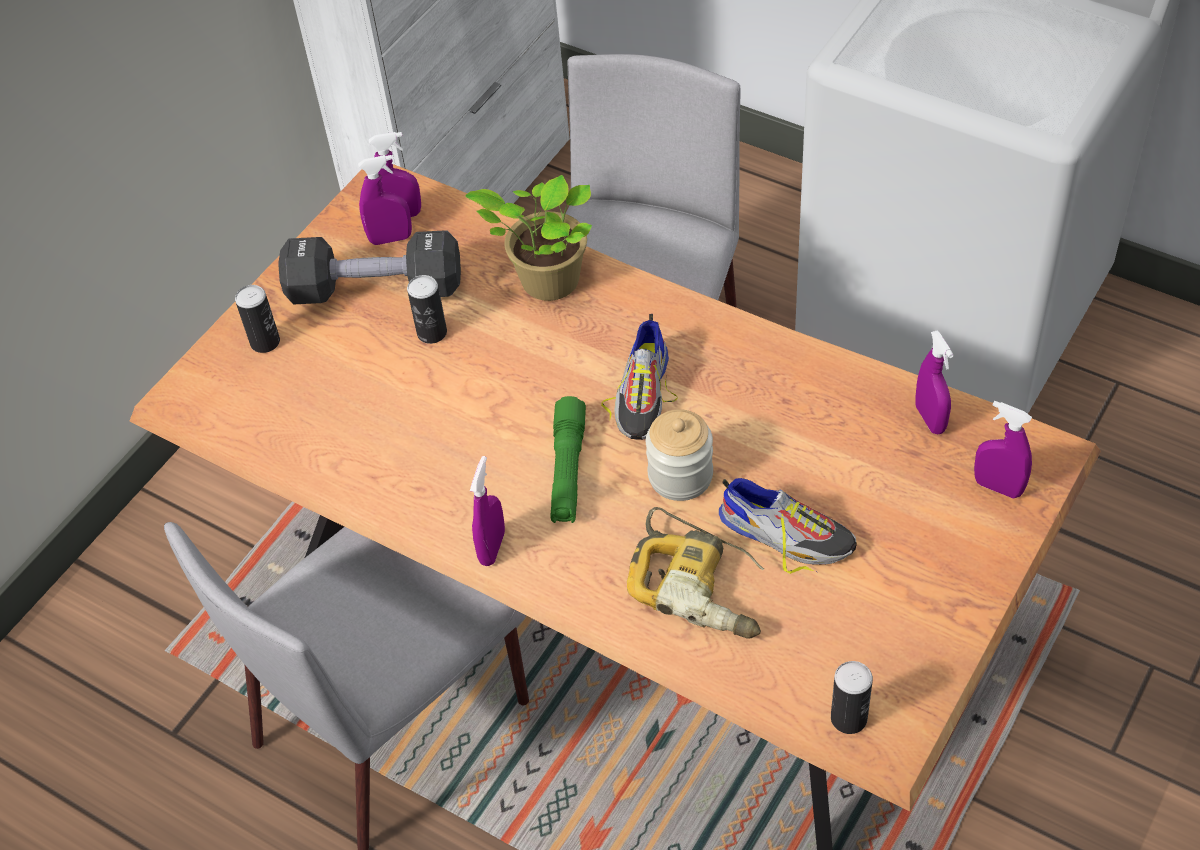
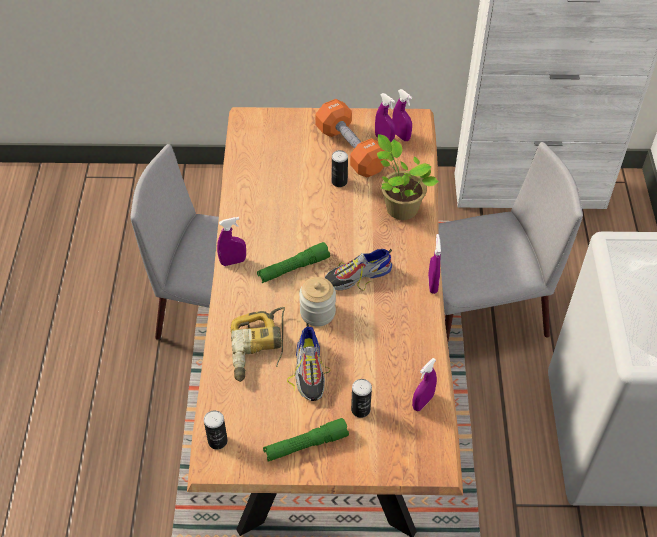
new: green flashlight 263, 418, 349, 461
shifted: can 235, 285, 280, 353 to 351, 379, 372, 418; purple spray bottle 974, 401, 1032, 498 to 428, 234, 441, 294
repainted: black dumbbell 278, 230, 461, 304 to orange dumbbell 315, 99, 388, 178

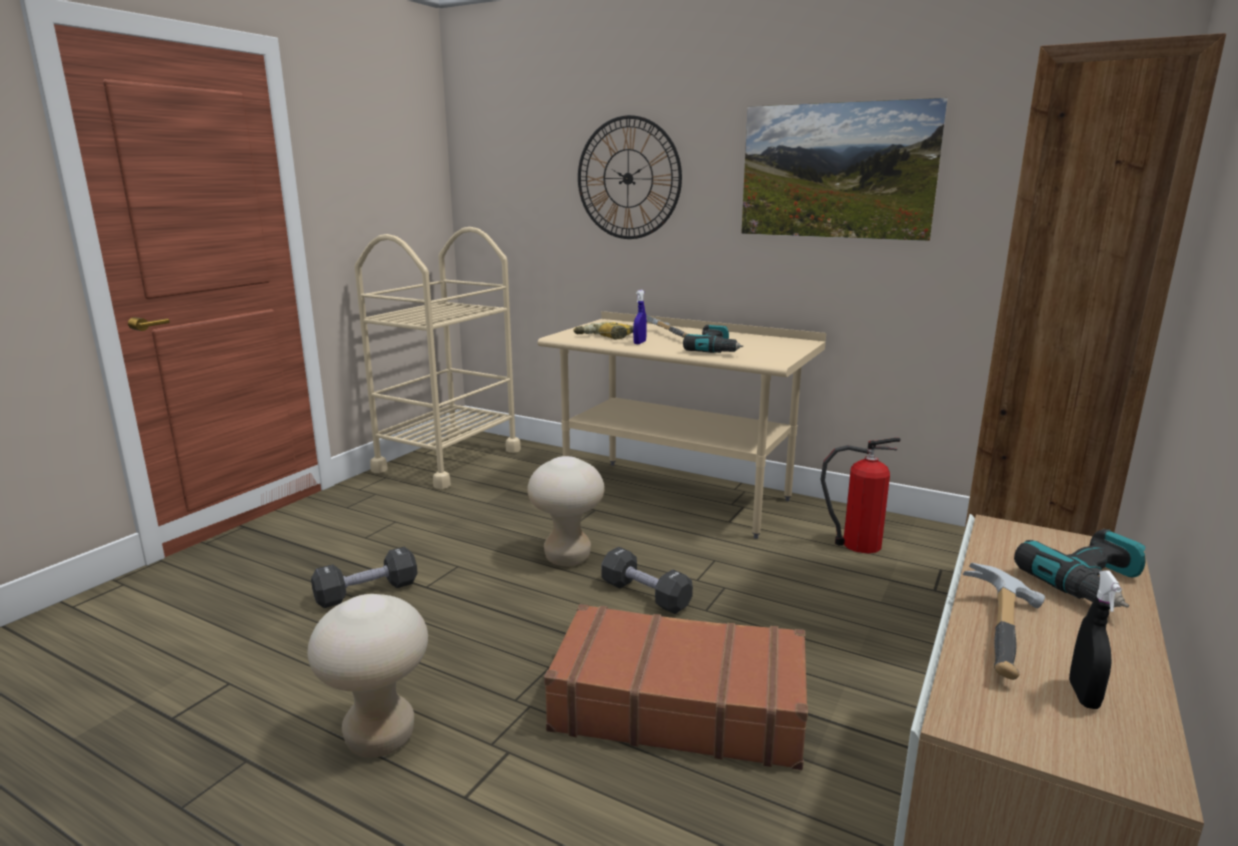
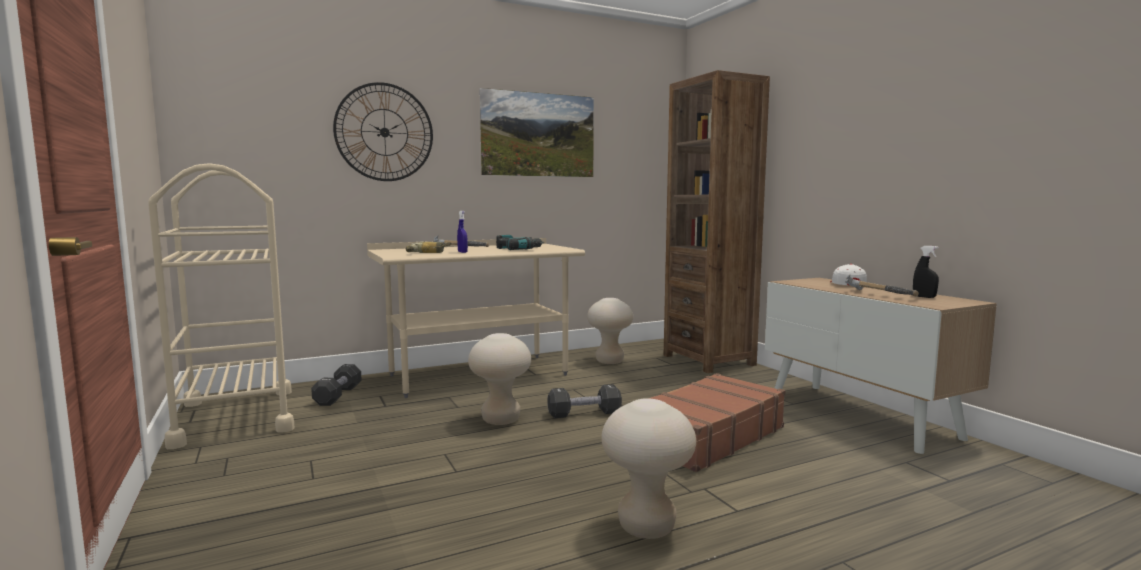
shifted: black dumbbell 311, 547, 417, 608 to 311, 364, 362, 406
swapped: fire extinguisher 820, 438, 901, 554 to beige stool 587, 298, 633, 364; power drill 1014, 529, 1146, 608 to white cap 830, 264, 867, 285

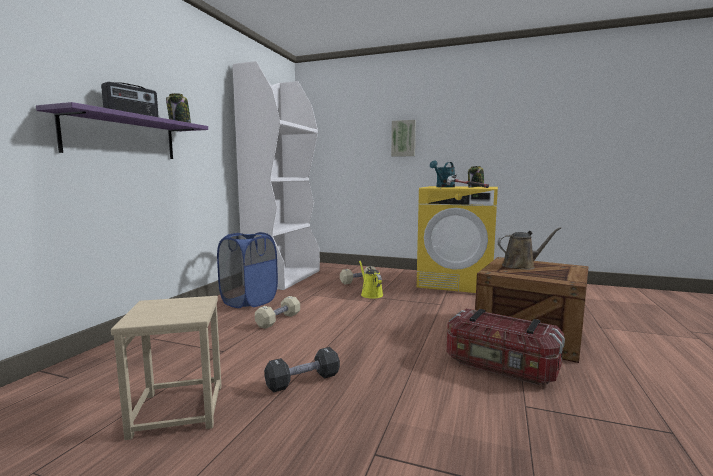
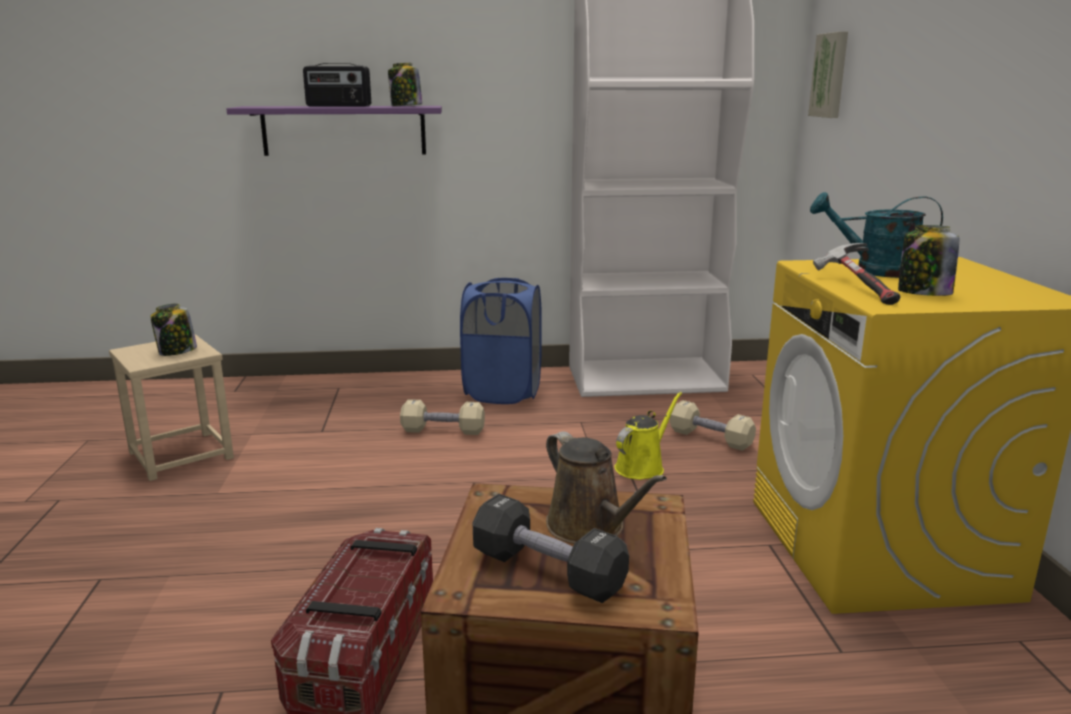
new: jar 150, 303, 197, 356
shifted: picture 391, 120, 416, 157 to 808, 31, 848, 118; black dumbbell 264, 347, 340, 392 to 473, 494, 629, 603

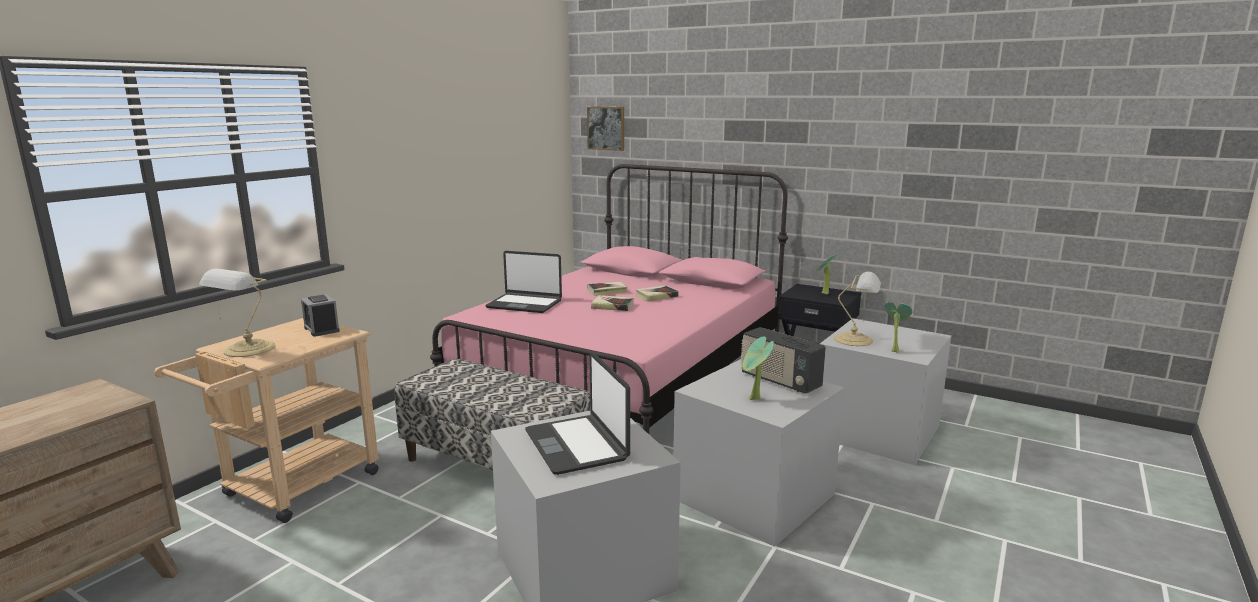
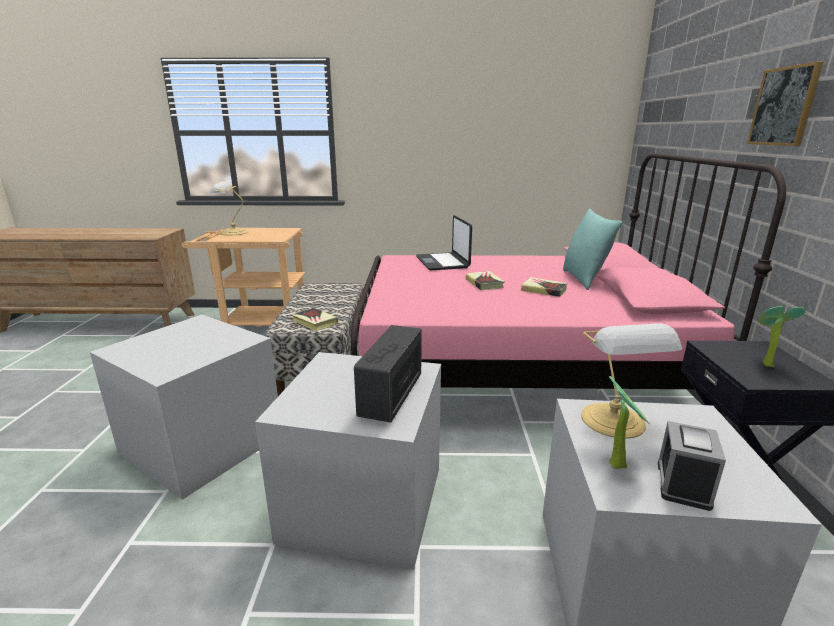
gone: potted plant 743, 337, 774, 400; laptop 525, 352, 630, 475
new: turquoise pillow 563, 209, 623, 290
shifted: picture 587, 107, 624, 151 to 747, 61, 824, 146; book 588, 282, 627, 296 to 292, 308, 338, 331; alarm clock 301, 295, 340, 337 to 658, 421, 726, 511

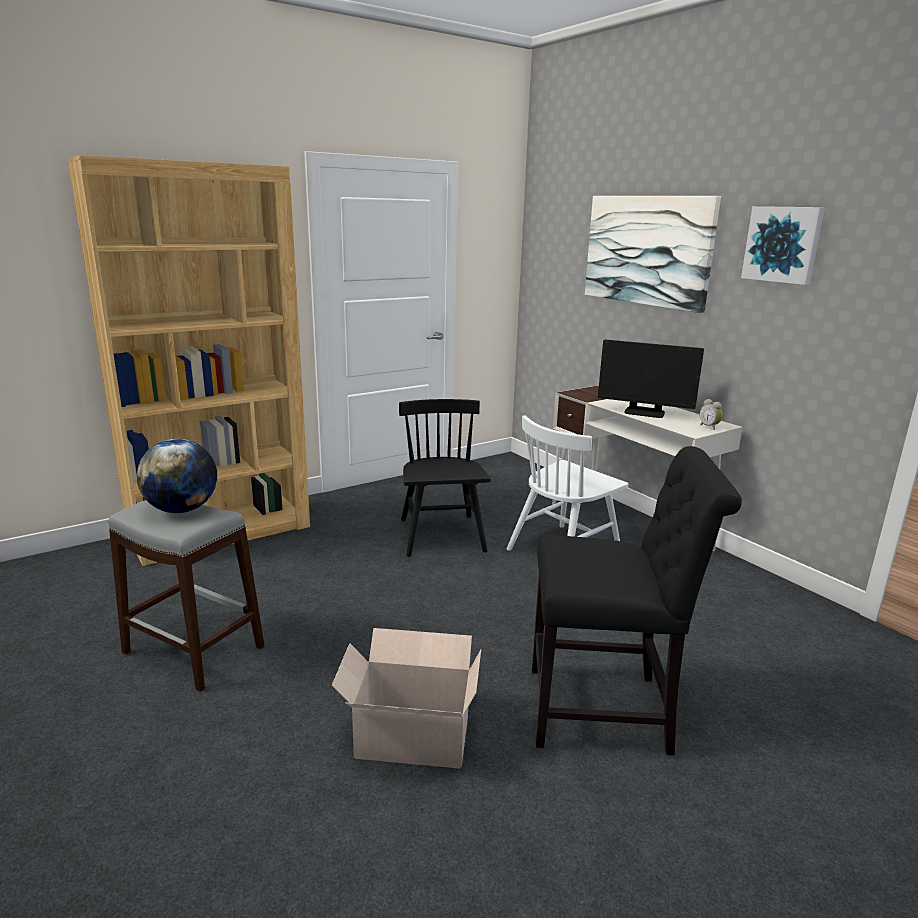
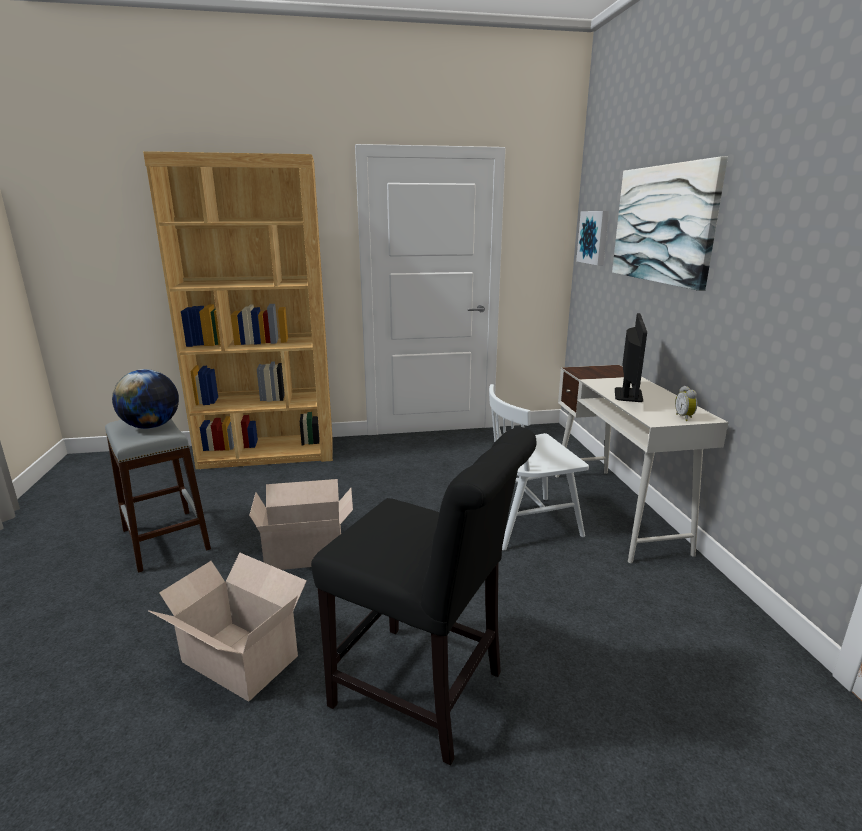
gone: black chair 399, 399, 491, 557
new: cardboard box 249, 479, 353, 570
shifted: picture 741, 206, 825, 285 to 576, 211, 609, 265
rotated: monitor 598, 340, 704, 418 = 615, 313, 647, 402 120 degrees counterclockwise

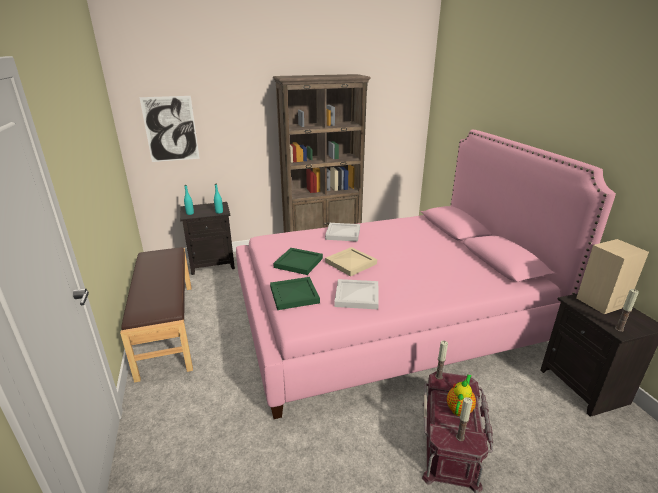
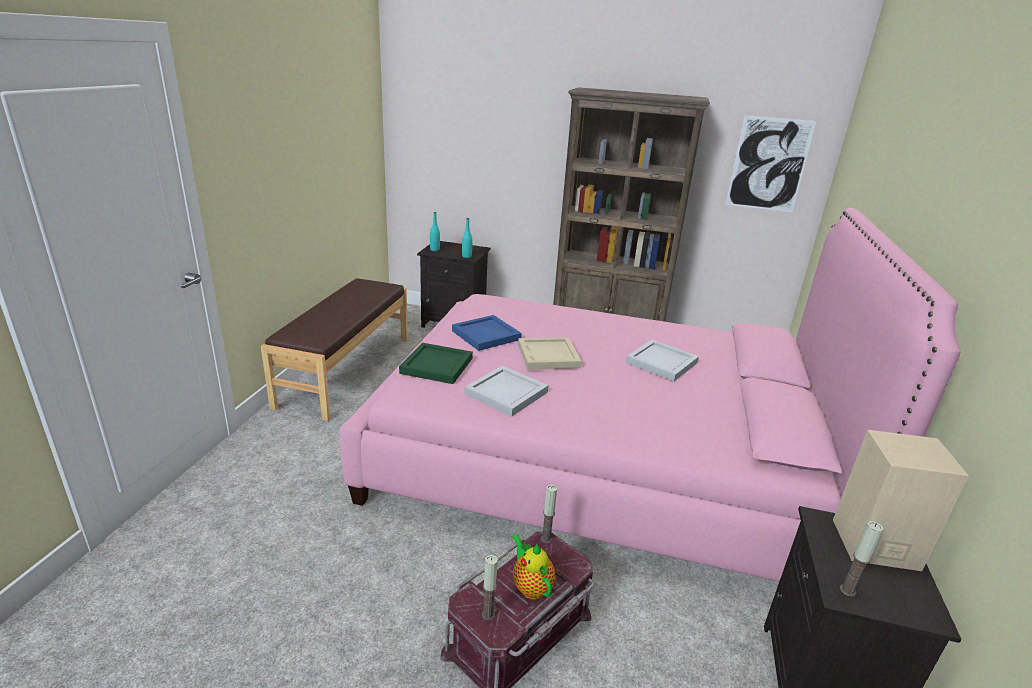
shifted: picture 139, 96, 200, 162 to 725, 115, 816, 212; white tray 325, 223, 360, 242 to 626, 340, 699, 381
repainted: green tray 273, 248, 323, 275 to blue tray 452, 315, 522, 351
rotated: teapot 447, 374, 476, 416 = 512, 534, 556, 599 90 degrees counterclockwise

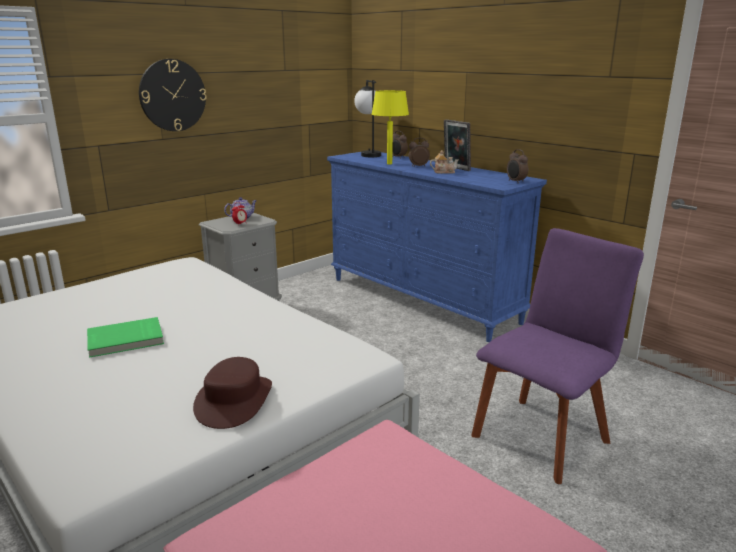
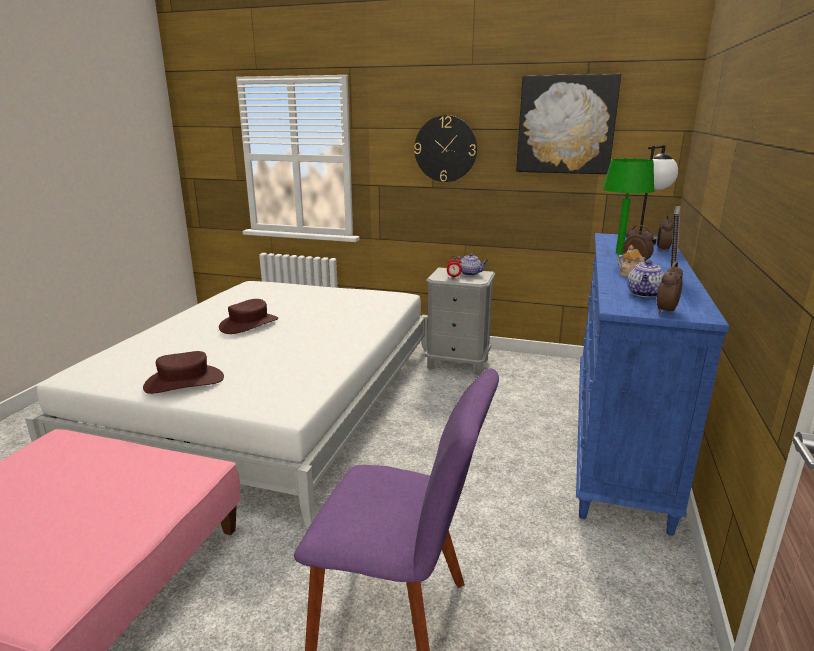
new: picture 516, 74, 621, 175; teapot 627, 260, 664, 297
swapped: green book 87, 317, 164, 358 to brown hat 219, 299, 278, 334
repainted: yellow table lamp 372, 90, 409, 164 to green table lamp 602, 159, 655, 254

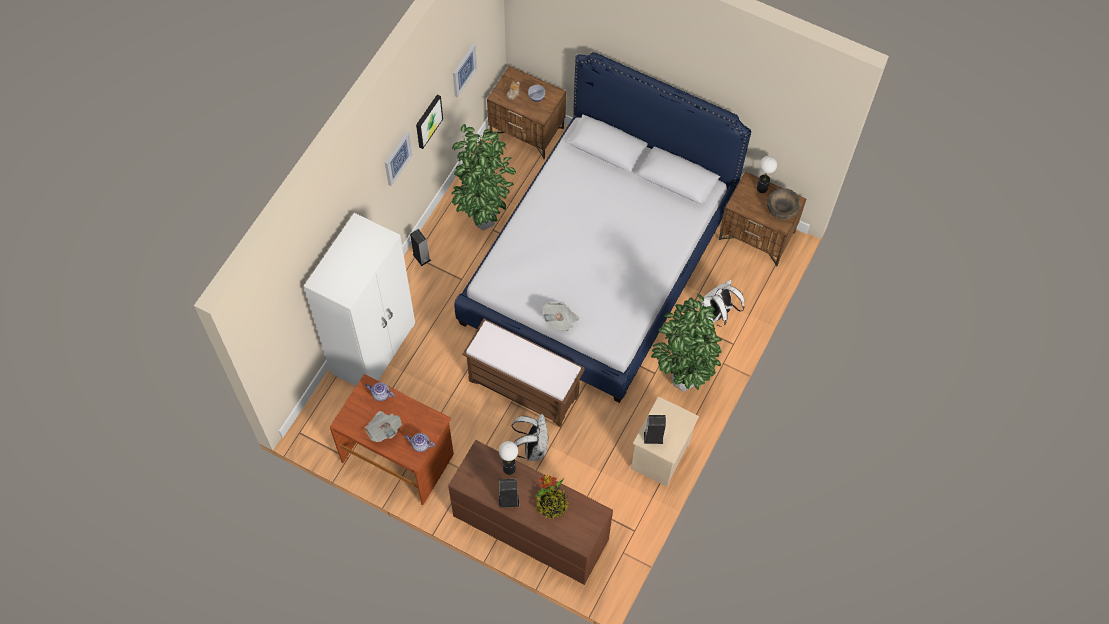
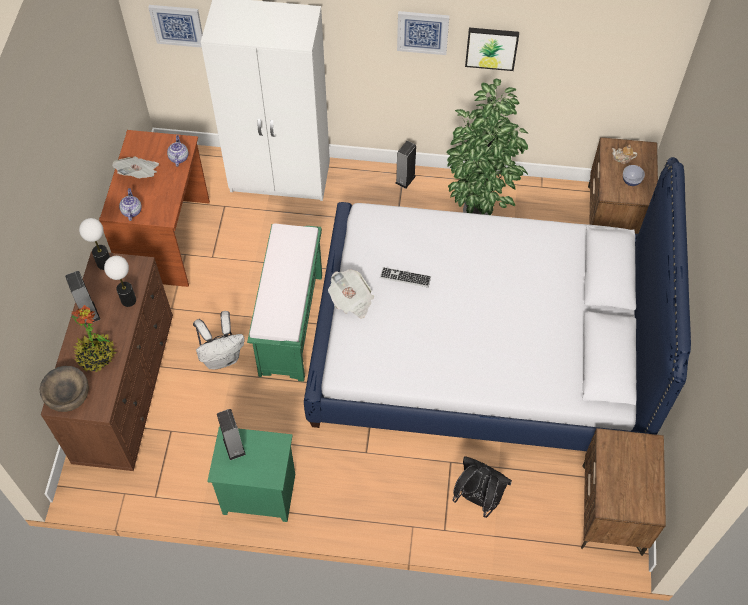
gone: potted plant 651, 293, 722, 392
new: keyboard 380, 267, 431, 287
shifted: picture 453, 43, 477, 98 to 148, 5, 203, 48; table lamp 757, 156, 777, 193 to 79, 218, 110, 270; brown bowl 767, 188, 801, 220 to 39, 366, 89, 412
repainted: white backpack 701, 279, 744, 327 to black backpack 452, 456, 512, 518; brown bench 462, 319, 585, 427 to green bench 247, 224, 322, 382; beige nightstand 631, 396, 699, 487 to green nightstand 207, 426, 295, 522

